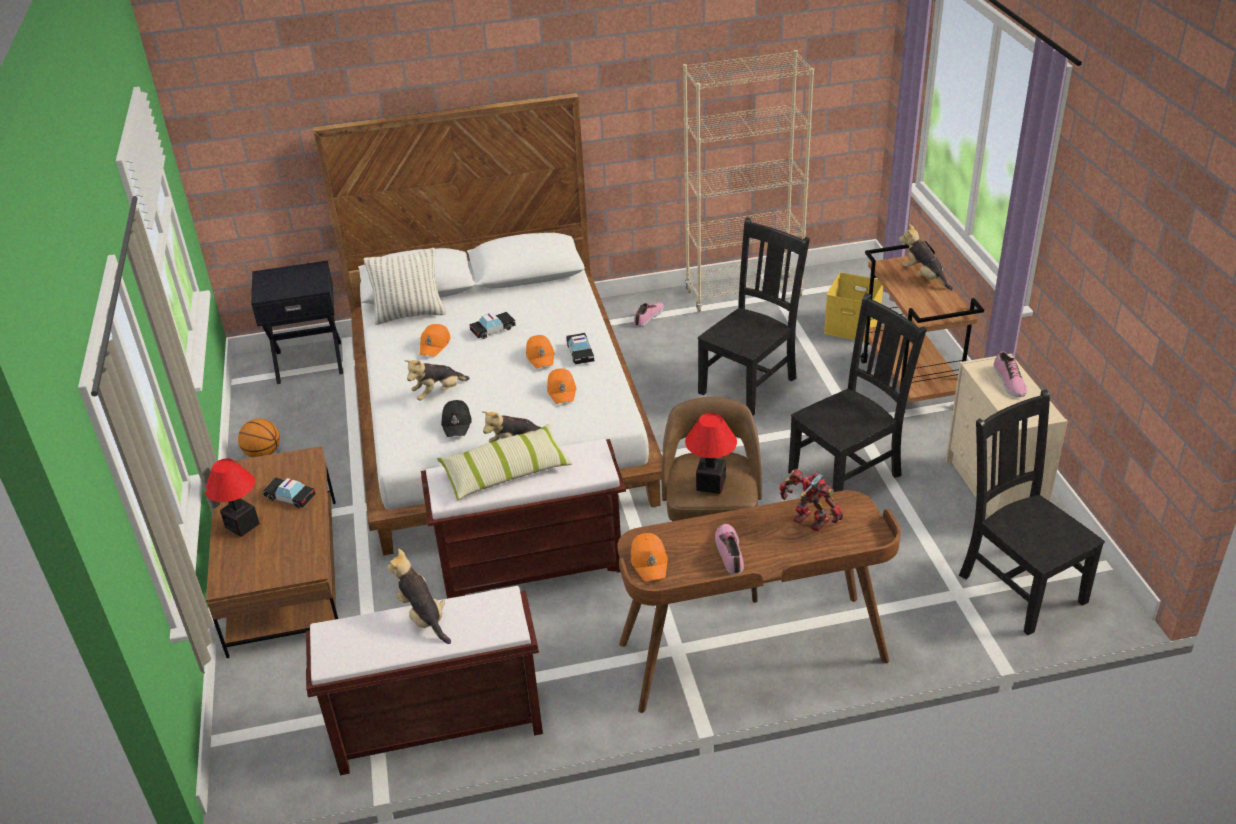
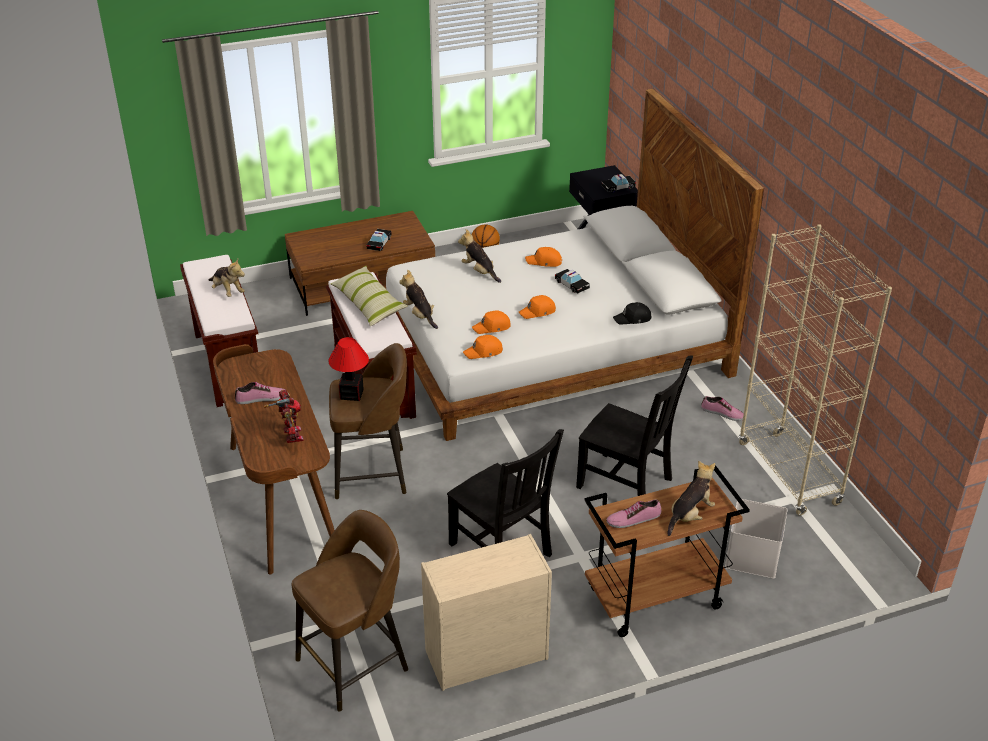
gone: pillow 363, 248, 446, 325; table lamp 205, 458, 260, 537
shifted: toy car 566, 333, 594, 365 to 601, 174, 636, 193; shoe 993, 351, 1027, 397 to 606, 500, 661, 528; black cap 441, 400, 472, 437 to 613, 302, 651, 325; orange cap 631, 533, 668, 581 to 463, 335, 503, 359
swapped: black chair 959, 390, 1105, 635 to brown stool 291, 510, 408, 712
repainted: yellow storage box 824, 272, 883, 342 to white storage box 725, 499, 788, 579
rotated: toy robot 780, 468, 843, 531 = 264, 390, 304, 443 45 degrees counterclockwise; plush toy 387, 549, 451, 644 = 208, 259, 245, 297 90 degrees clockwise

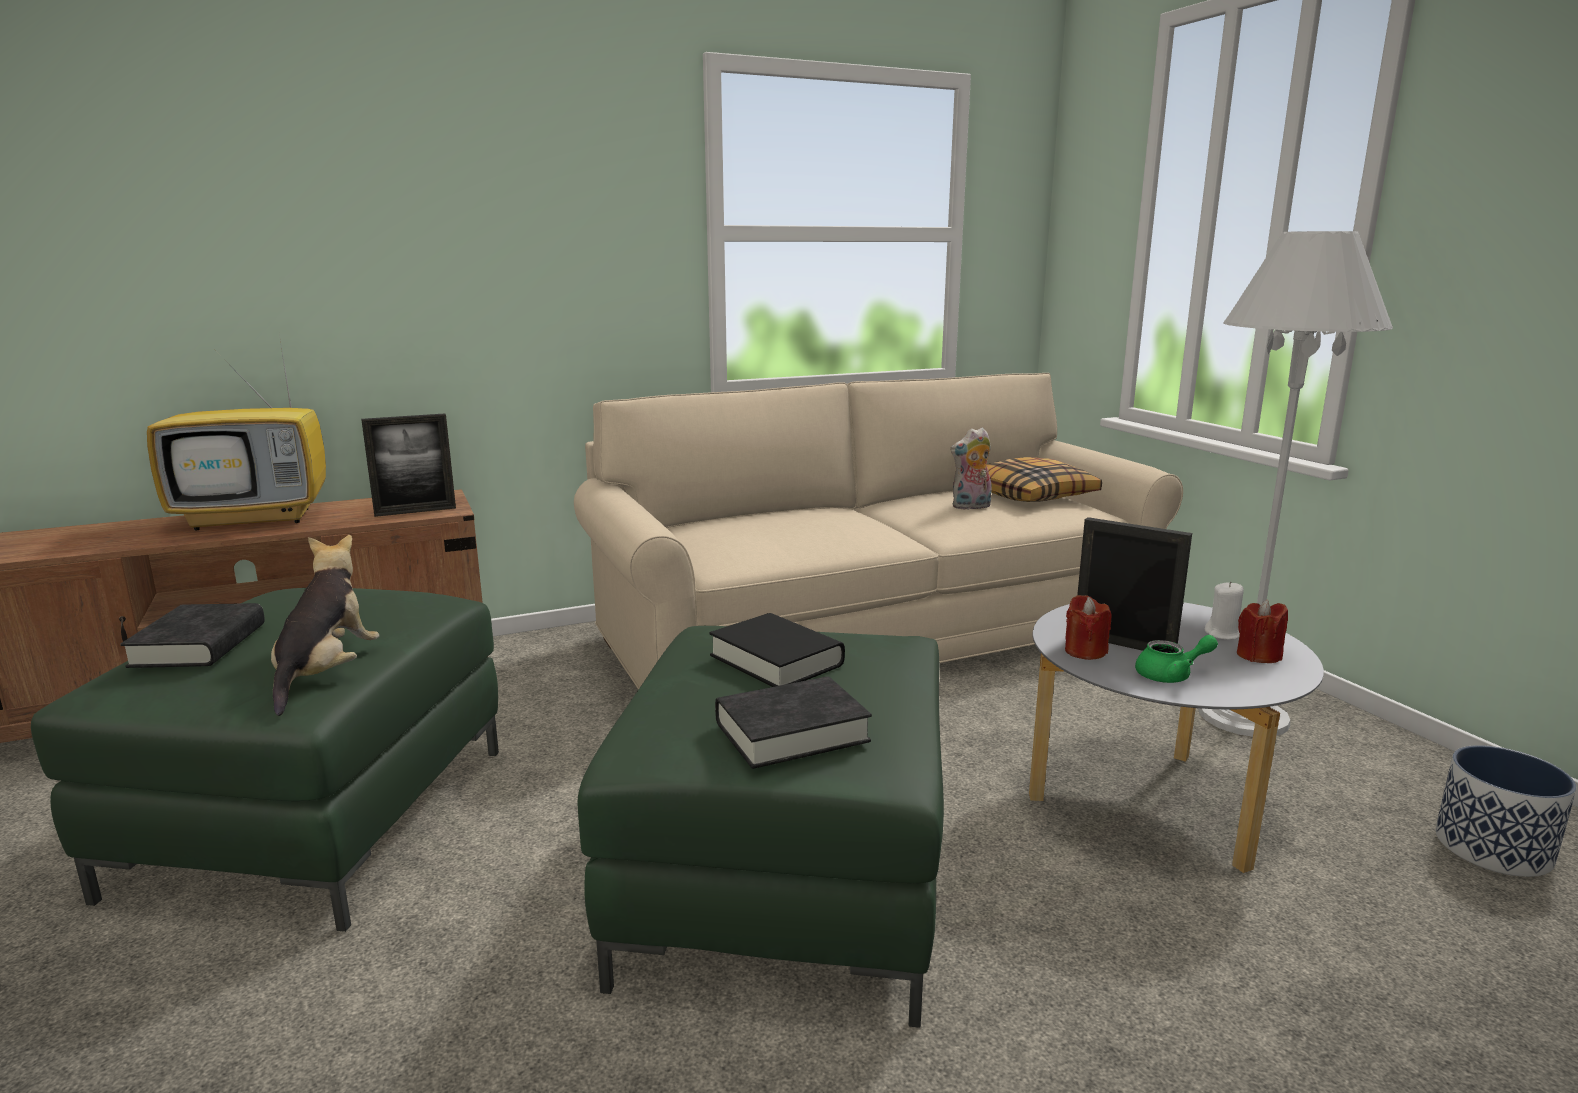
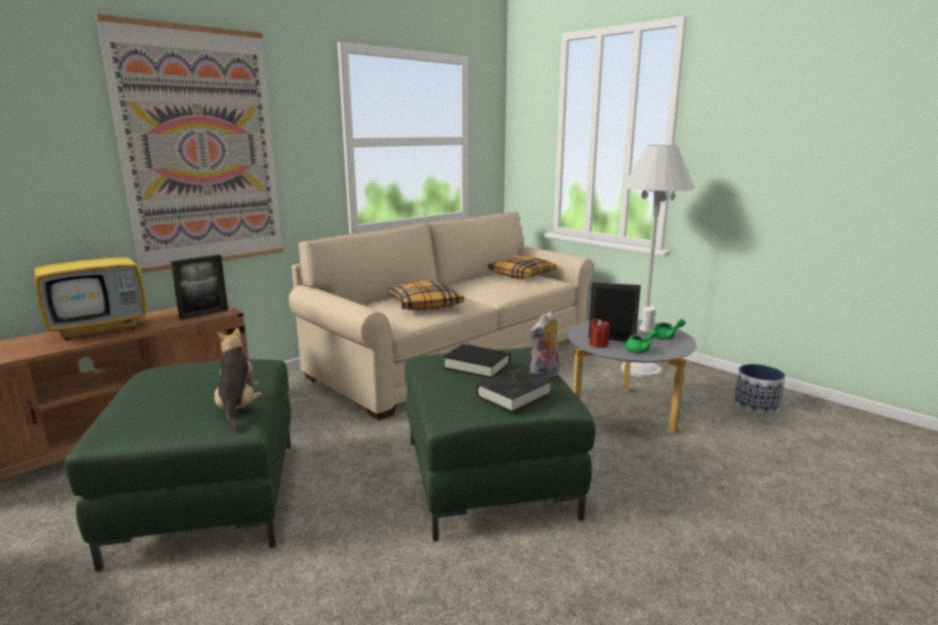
gone: black book 120, 603, 265, 668
new: picture 95, 14, 283, 273; pillow 388, 281, 464, 310
shifted: plush toy 950, 428, 992, 510 to 530, 311, 559, 378
swapped: red candle 1237, 600, 1288, 663 to green teapot 653, 319, 685, 340

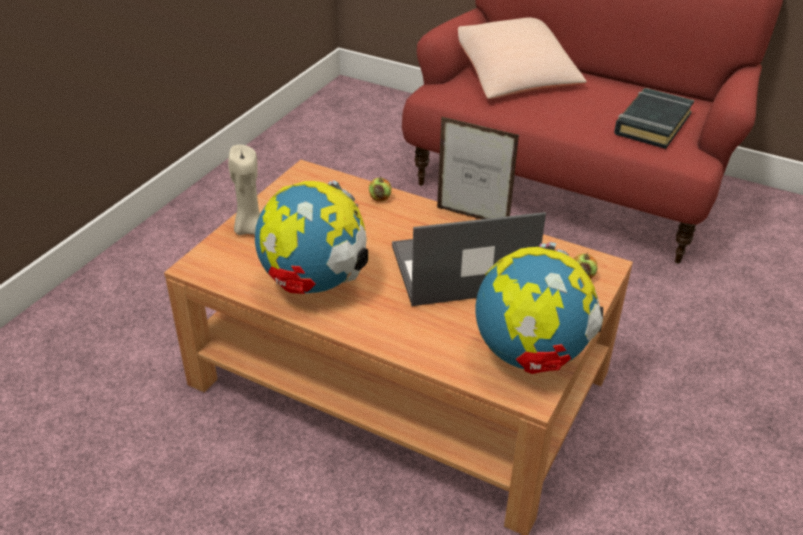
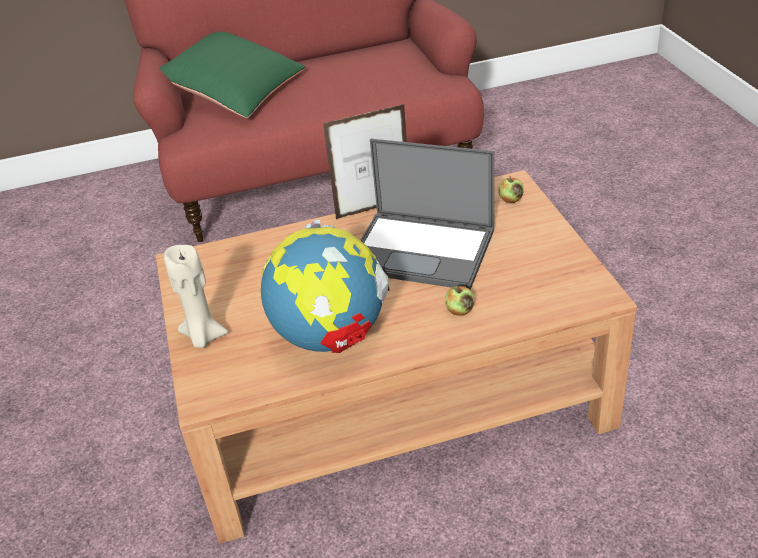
gone: black book 614, 88, 694, 149; globe 476, 242, 603, 374
shifted: apple 369, 178, 392, 202 to 445, 285, 474, 316
repainted: beige pillow 458, 17, 587, 99 to green pillow 159, 31, 306, 118
rotated: laptop 392, 212, 546, 306 = 360, 139, 494, 290 105 degrees counterclockwise

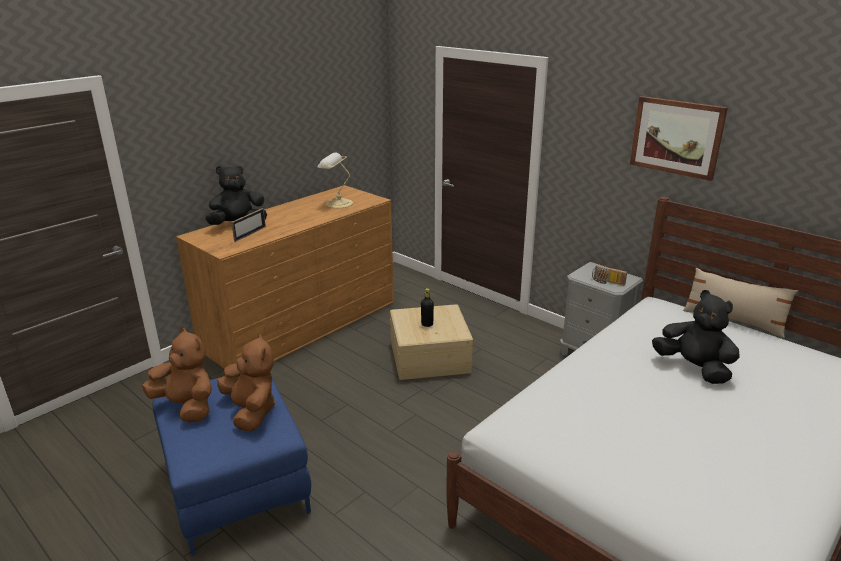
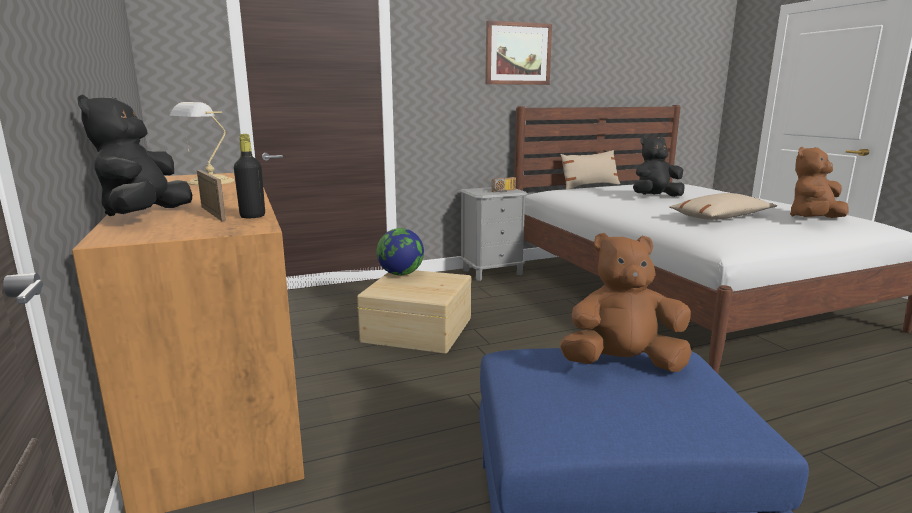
new: beige pillow 669, 193, 777, 220; globe 376, 228, 424, 275
shifted: black bottle 421, 288, 434, 327 to 234, 134, 265, 218; brown plush toy 142, 328, 212, 423 to 790, 147, 849, 218

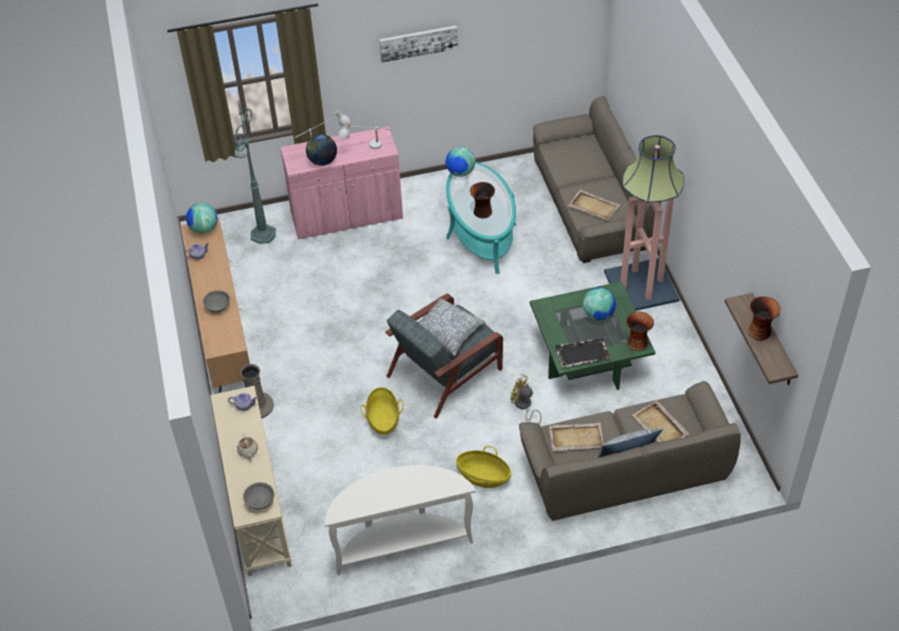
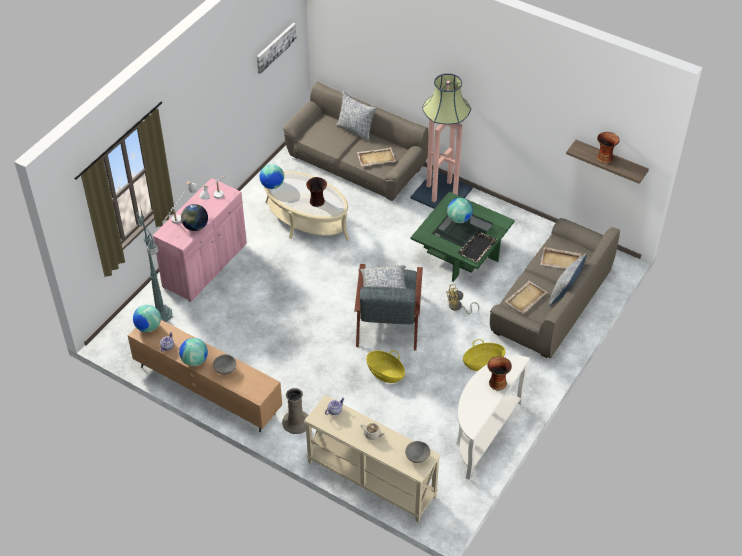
new: pillow 336, 91, 377, 142; globe 179, 338, 208, 366
shifted: picture 379, 26, 458, 63 to 257, 23, 297, 74; vase 626, 312, 654, 351 to 488, 356, 512, 390
repainted: turquoise coffee table 446, 162, 516, 274 to beige coffee table 264, 171, 350, 241

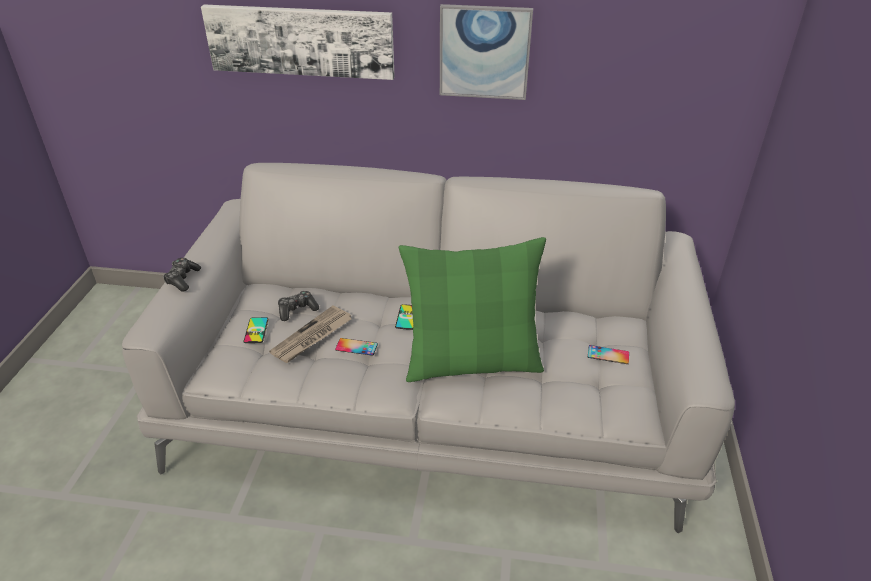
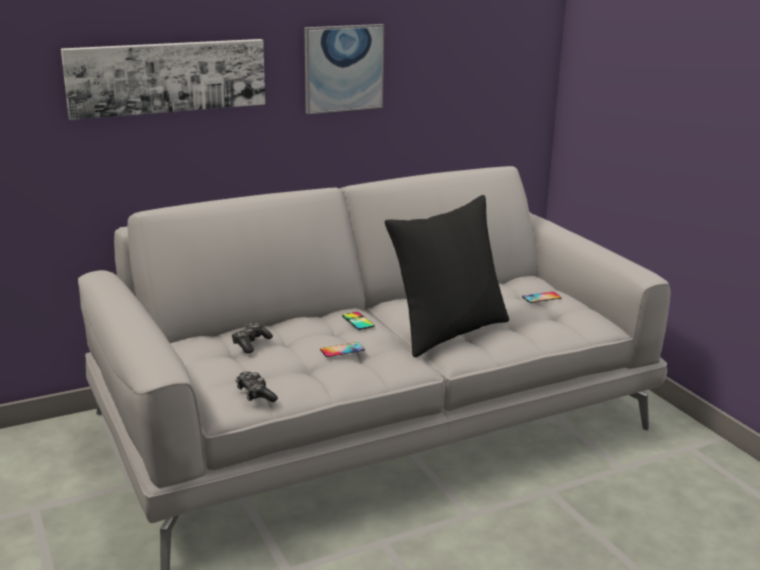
gone: newspaper 269, 305, 352, 363; phone 243, 317, 269, 343
shifted: game controller 163, 258, 201, 291 to 236, 372, 278, 402
repainted: green pillow 399, 237, 546, 382 to black pillow 385, 195, 509, 357

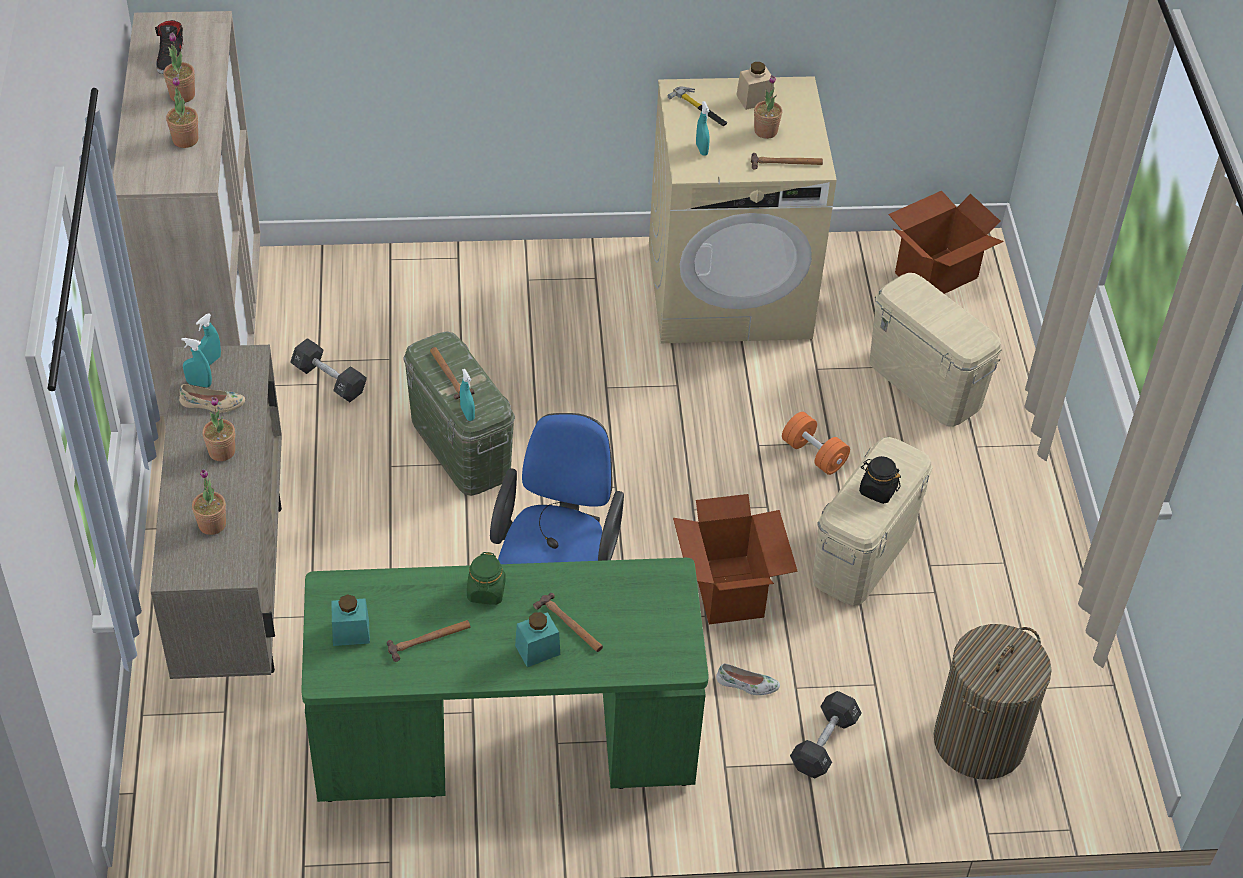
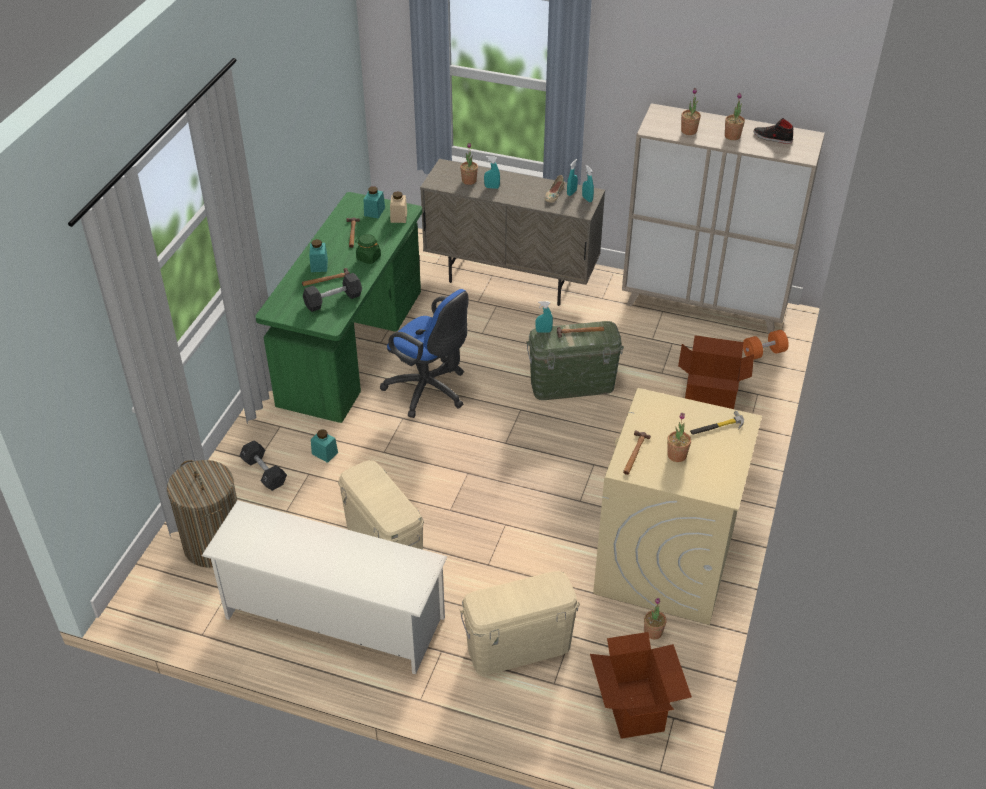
gone: black jar 859, 456, 901, 504
new: white shoe rack 202, 500, 447, 674
shifted: beige jar 736, 62, 774, 110 to 390, 191, 407, 223; turquoise spray bottle 696, 101, 710, 156 to 484, 156, 500, 189; black dumbbell 290, 338, 367, 402 to 303, 273, 362, 312; potted plant 202, 397, 235, 461 to 644, 598, 667, 639; orange dumbbell 782, 412, 850, 475 to 743, 330, 789, 359; cardboard box 673, 494, 798, 624 to 678, 335, 754, 409
swapped: white shoe 716, 664, 780, 695 to turquoise jar 311, 429, 338, 463

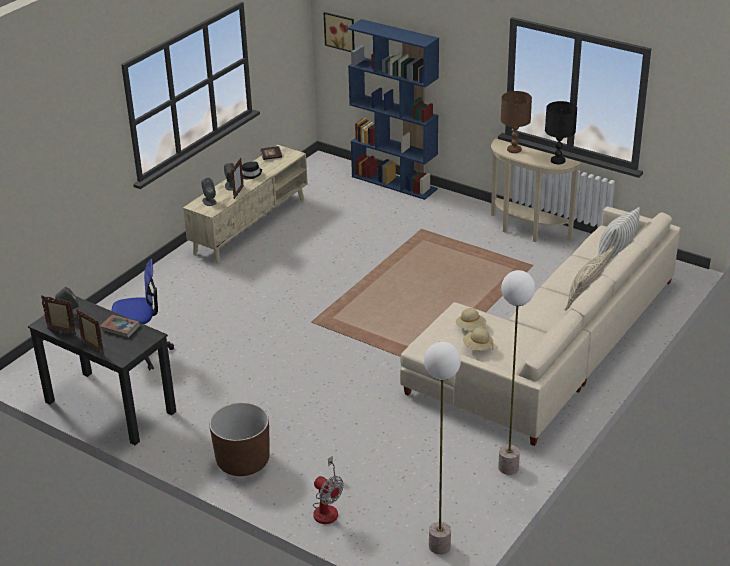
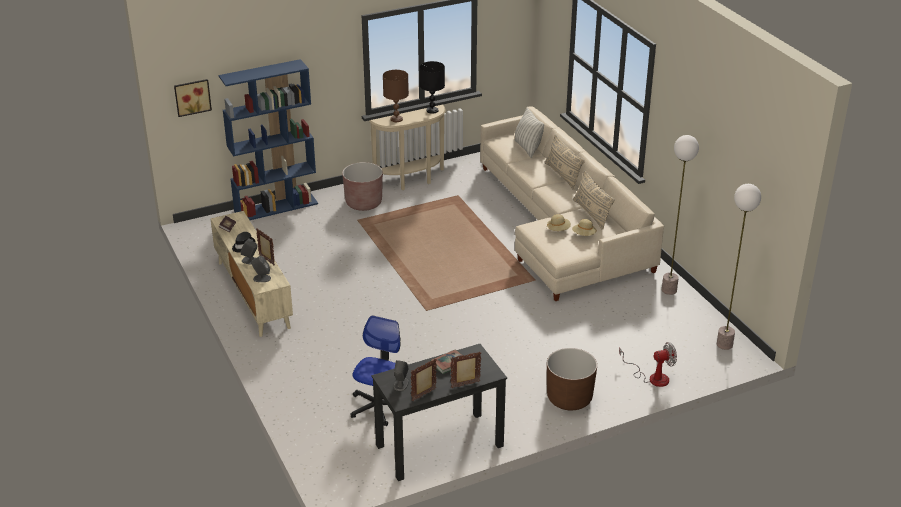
new: brown planter 342, 162, 383, 211; beige pillow 573, 171, 615, 230

